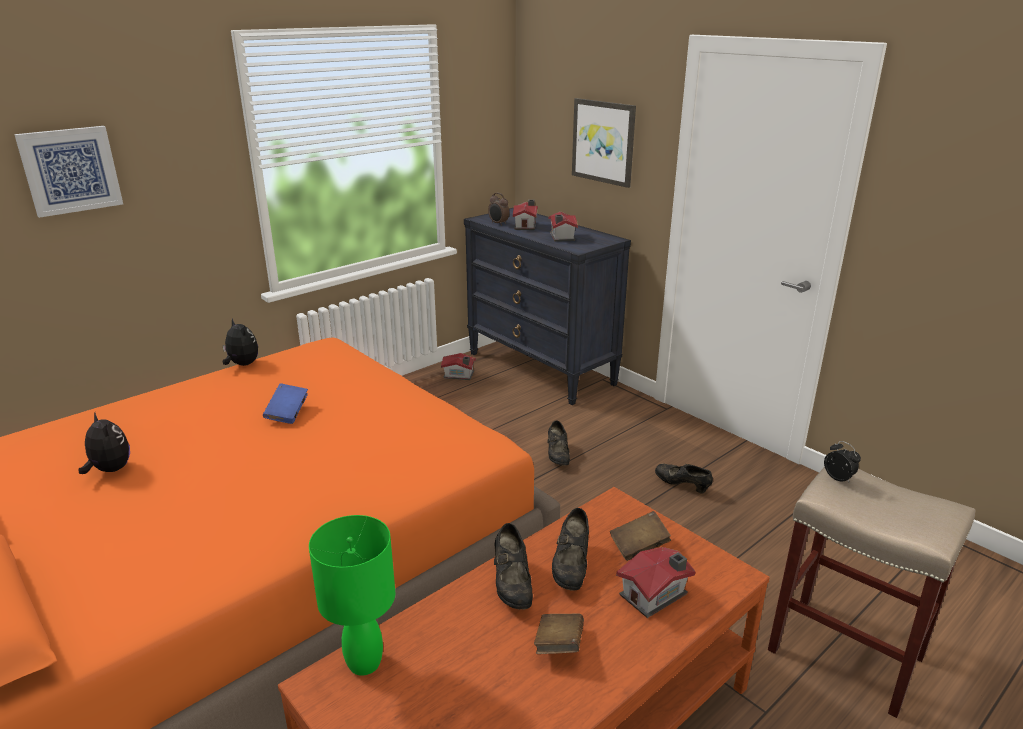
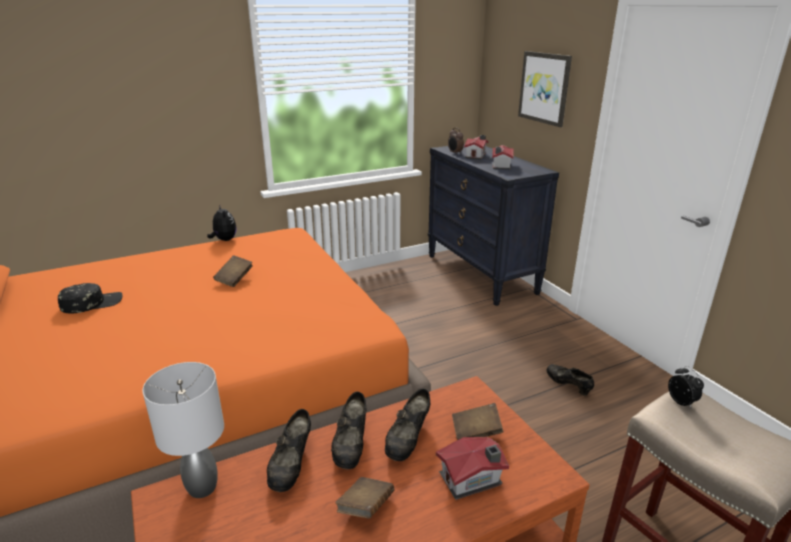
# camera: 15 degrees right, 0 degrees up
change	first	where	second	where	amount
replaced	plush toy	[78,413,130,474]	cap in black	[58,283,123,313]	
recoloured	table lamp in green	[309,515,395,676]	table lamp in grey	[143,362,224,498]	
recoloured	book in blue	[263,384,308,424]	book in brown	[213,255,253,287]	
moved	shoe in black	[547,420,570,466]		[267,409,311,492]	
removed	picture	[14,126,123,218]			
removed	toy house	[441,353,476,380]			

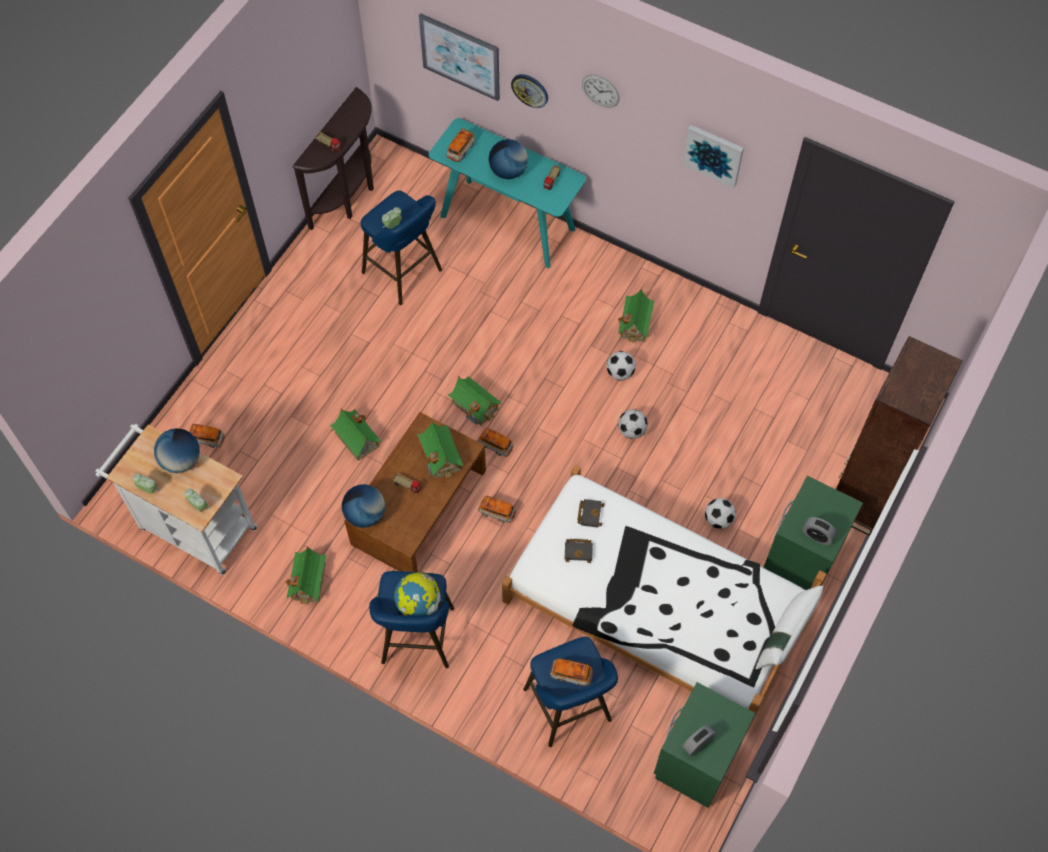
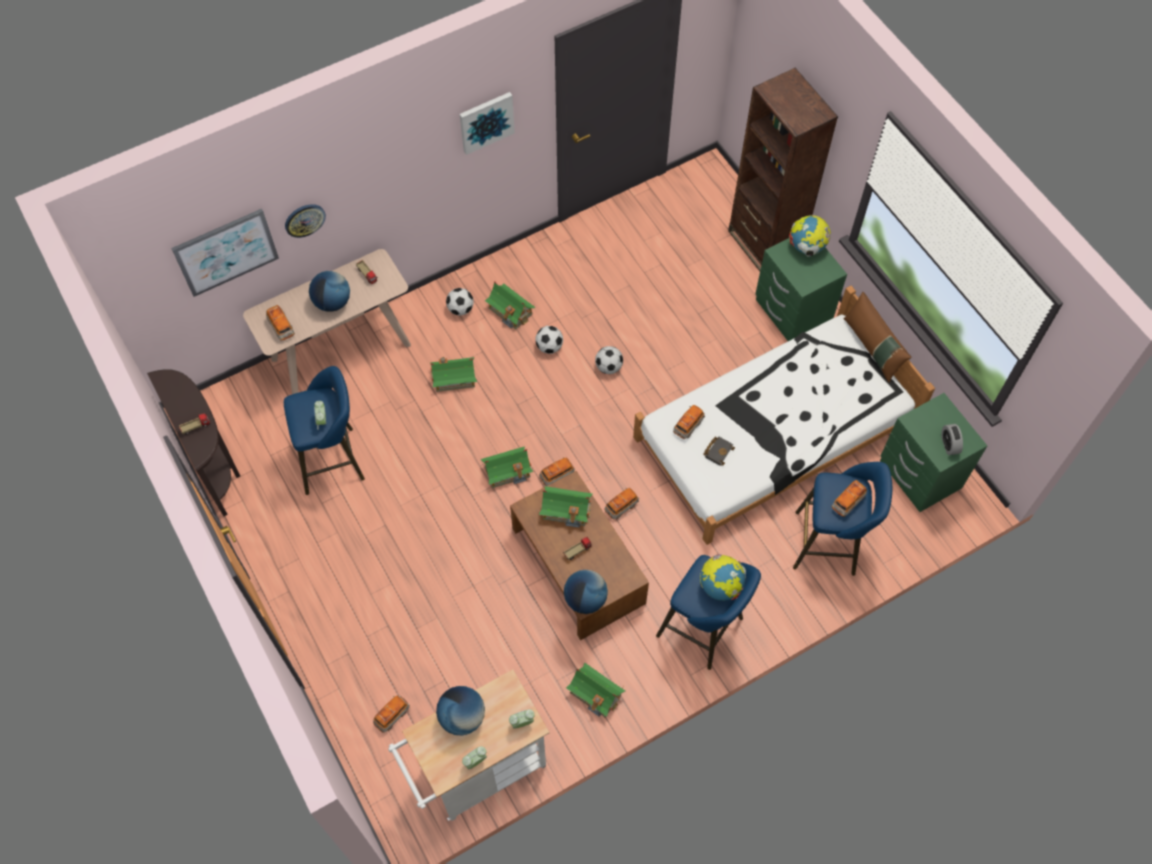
# camera: 60 degrees left, 0 degrees up
change	first	where	second	where	amount
recoloured	console table in turquoise	[429,118,586,268]	console table in beige	[243,249,411,394]	
moved	toy house	[330,408,382,461]		[430,357,477,392]	
moved	football	[705,498,736,529]		[446,288,474,316]	
replaced	book in black	[577,499,605,528]	toy car	[673,405,705,439]	
added			globe	[789,215,831,257]	
recoloured	pillow in white	[755,585,823,670]	pillow in brown	[844,292,911,383]	
removed	wall clock	[582,74,620,108]			
removed	alarm clock	[803,517,837,545]			

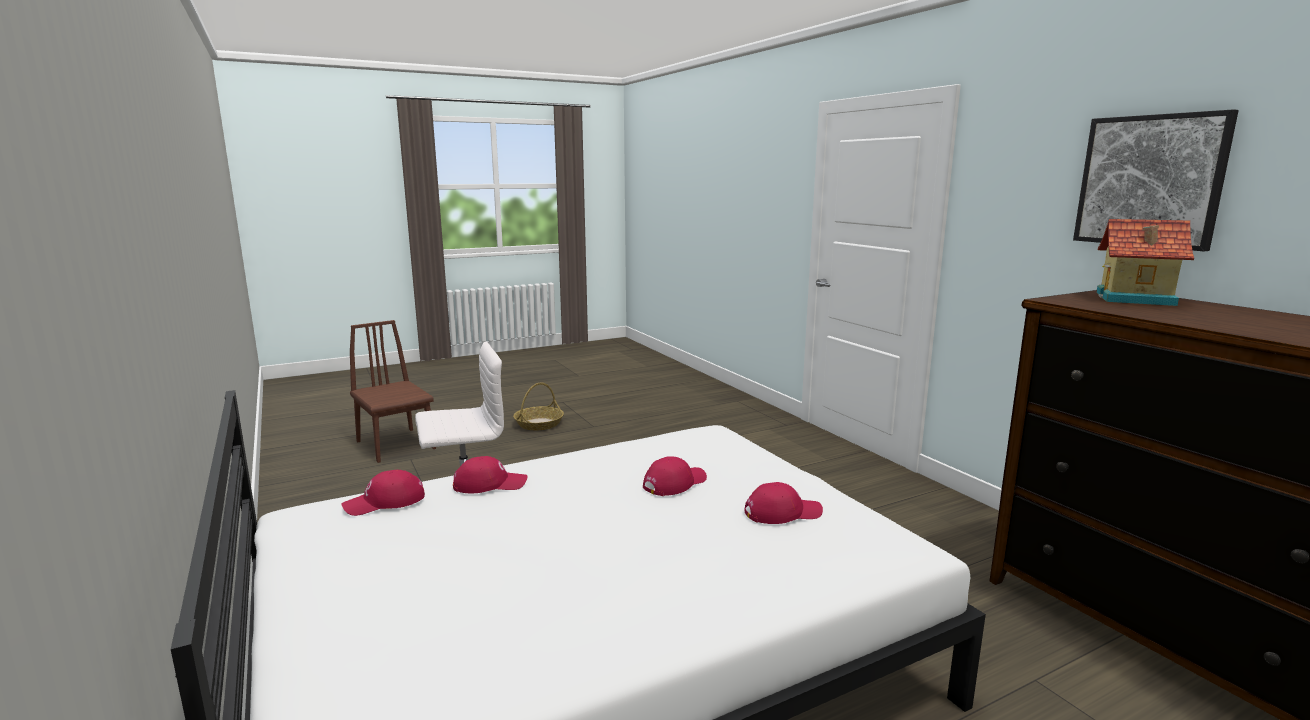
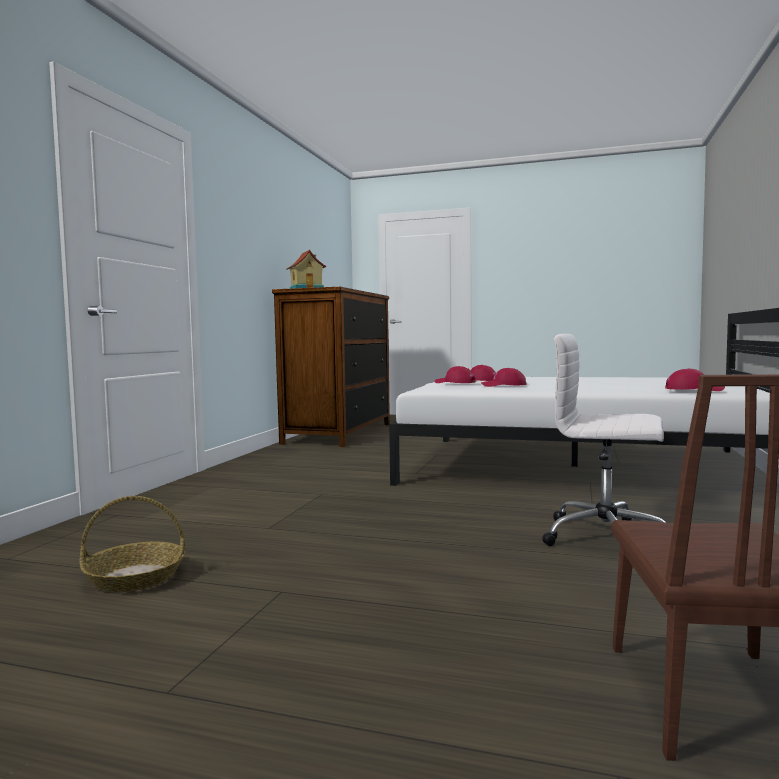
# camera: 135 degrees left, 10 degrees down
change	first	where	second	where	amount
moved	basket	[513,382,564,431]		[79,496,185,592]	
moved	cap in red	[453,456,528,493]		[435,366,476,383]	
removed	picture	[1073,109,1239,251]			

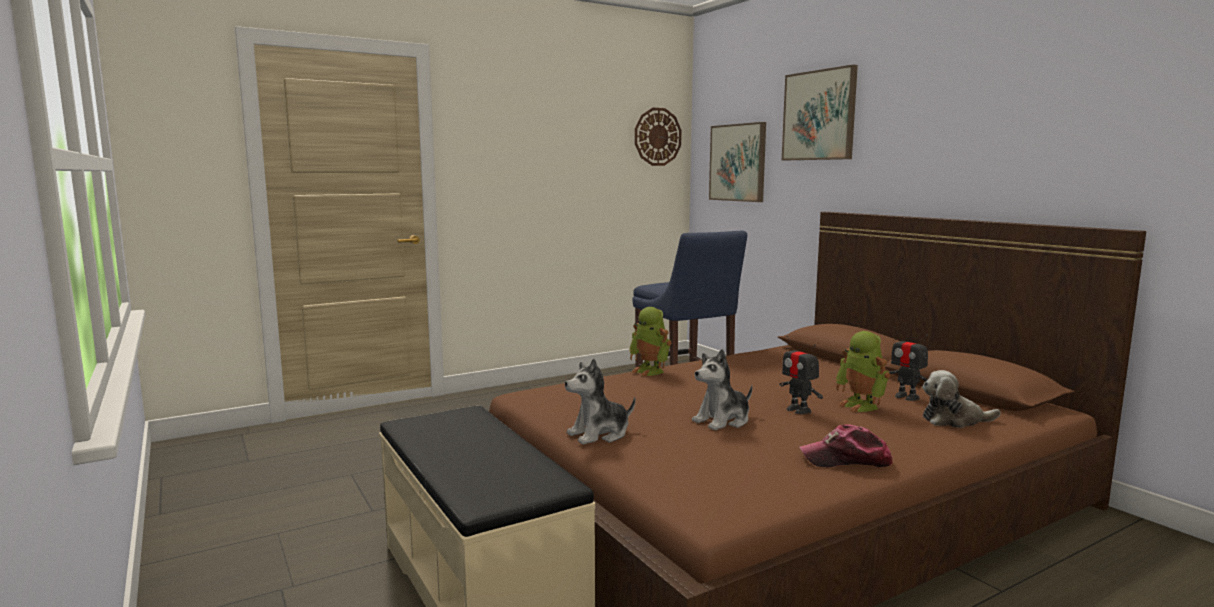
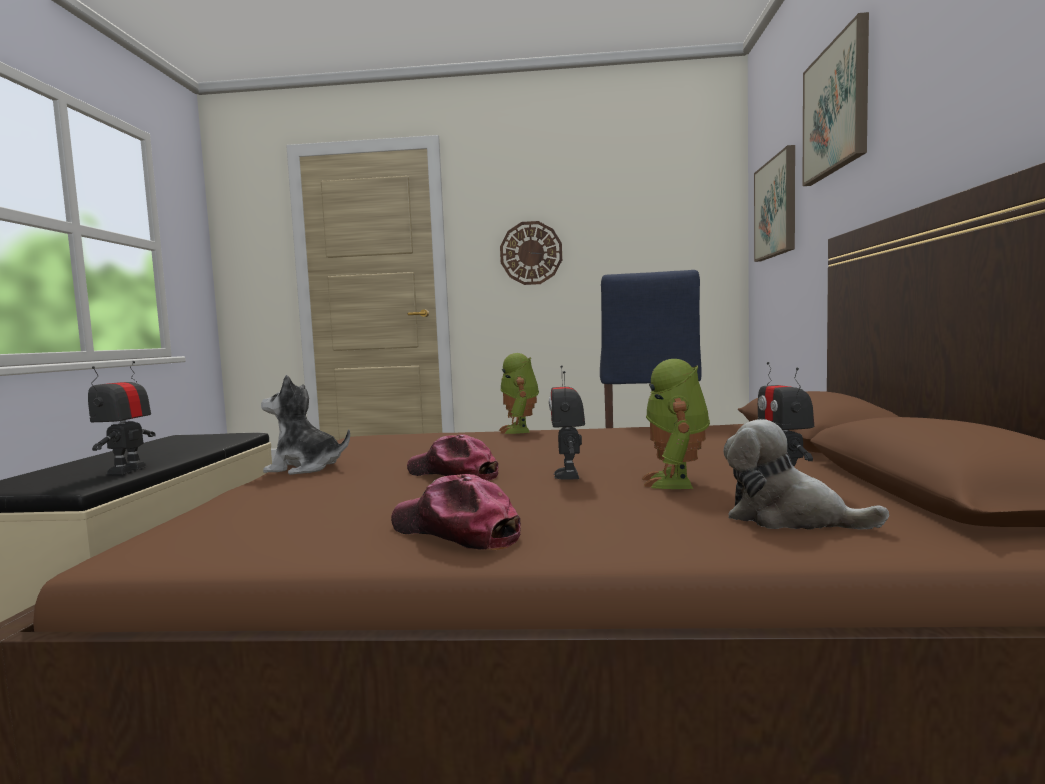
# camera: 35 degrees right, 5 degrees down
change	first	where	second	where	amount
added			toy robot	[88,361,155,474]	
replaced	plush toy	[692,349,752,430]	cap	[407,434,498,481]	
moved	wall clock	[635,108,682,166]		[500,221,562,285]	

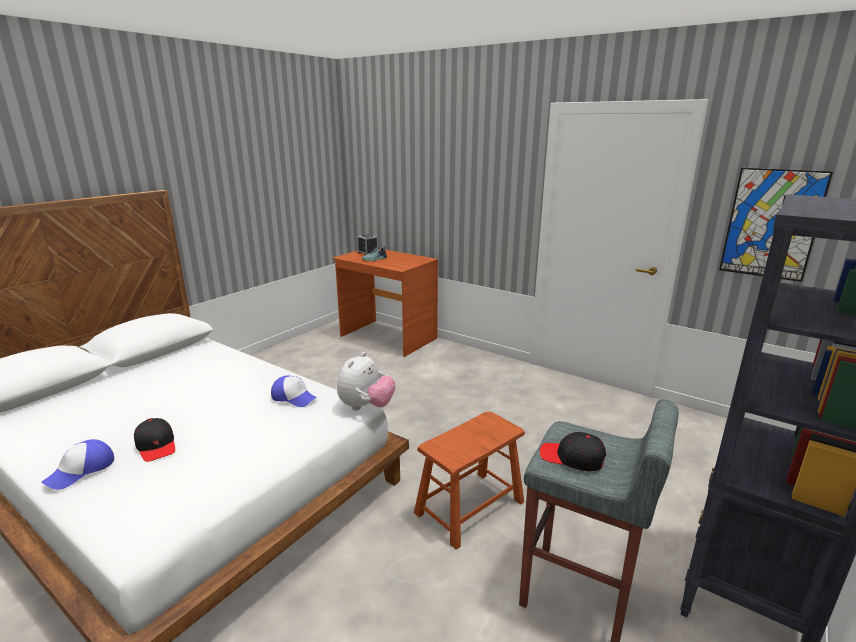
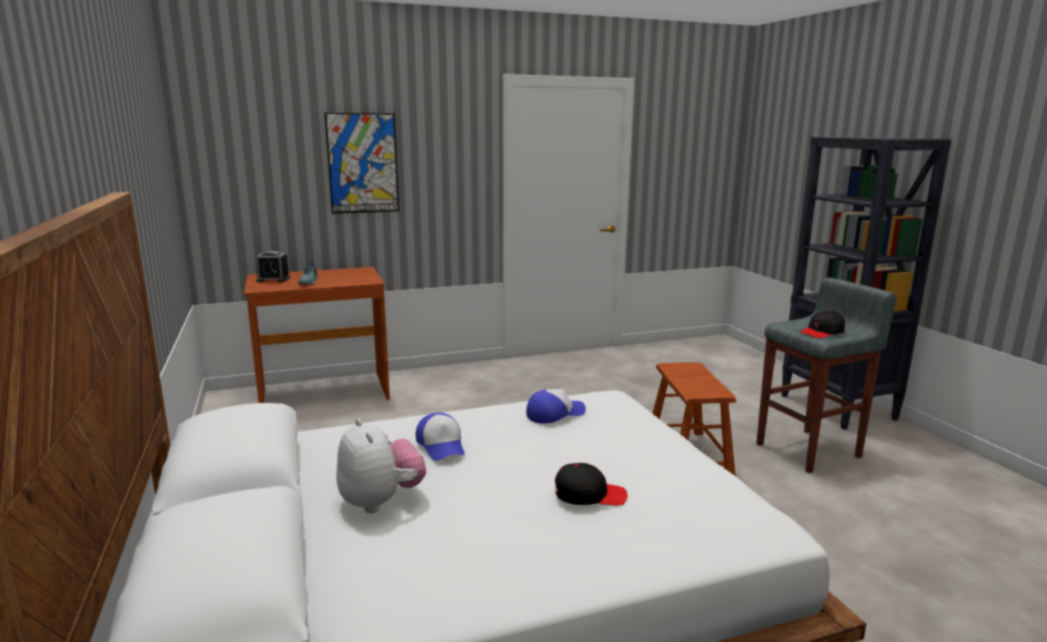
# camera: 55 degrees left, 5 degrees down
change	first	where	second	where	amount
moved	picture	[719,168,833,282]		[324,113,399,214]	
moved	plush toy	[337,352,395,410]		[336,418,426,513]	
moved	cap	[42,439,114,490]		[416,413,465,461]	

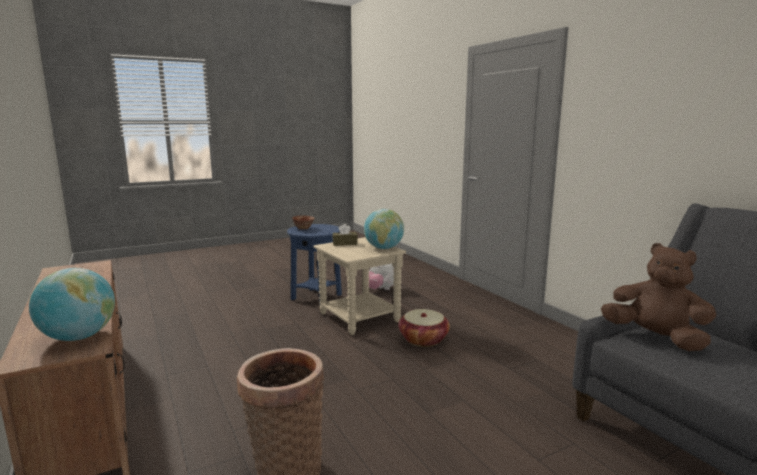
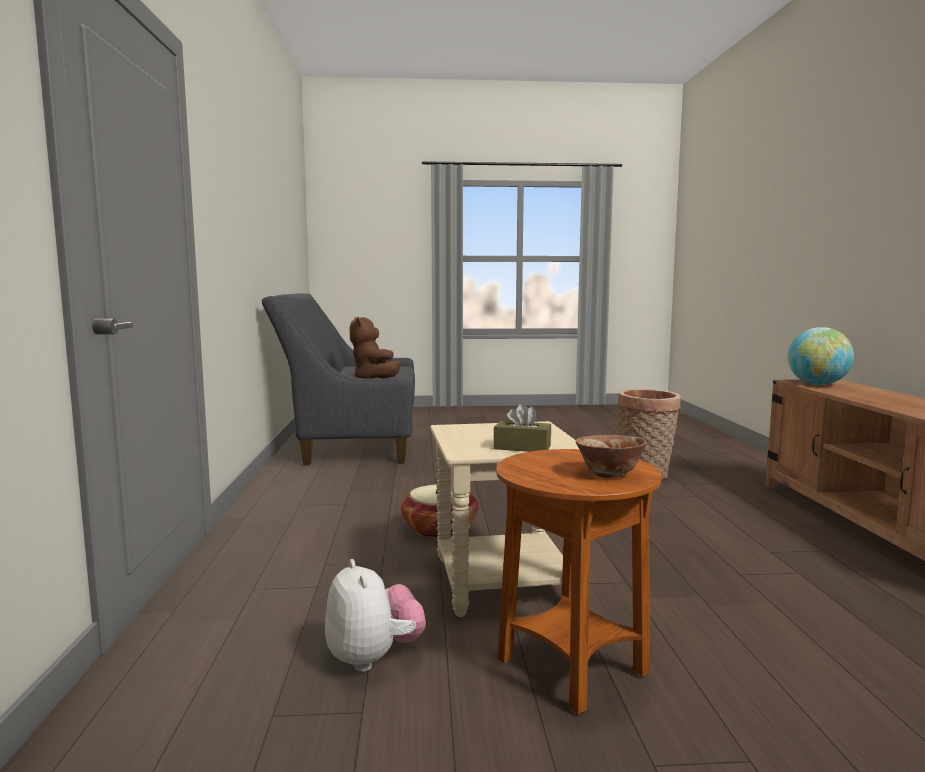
# camera: 155 degrees left, 5 degrees down
change	first	where	second	where	amount
recoloured	side table in blue	[287,224,342,306]	side table in brown	[496,449,662,715]	
removed	globe	[364,209,404,249]			

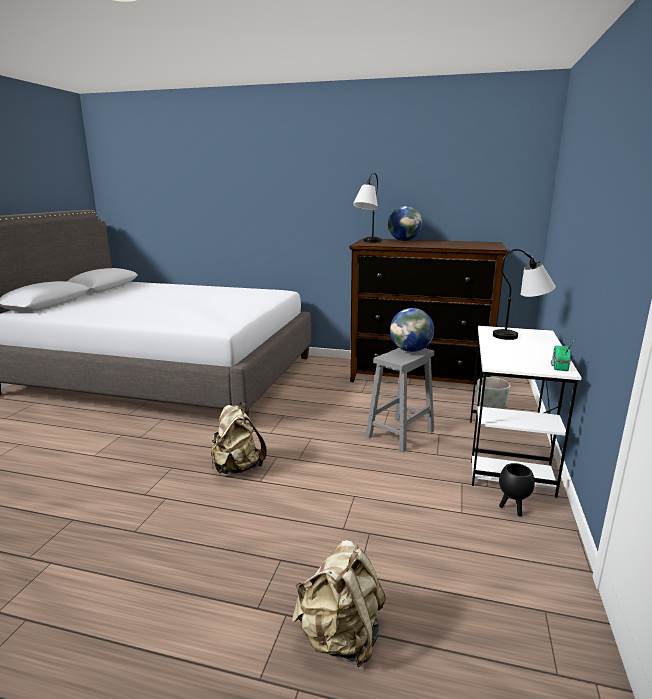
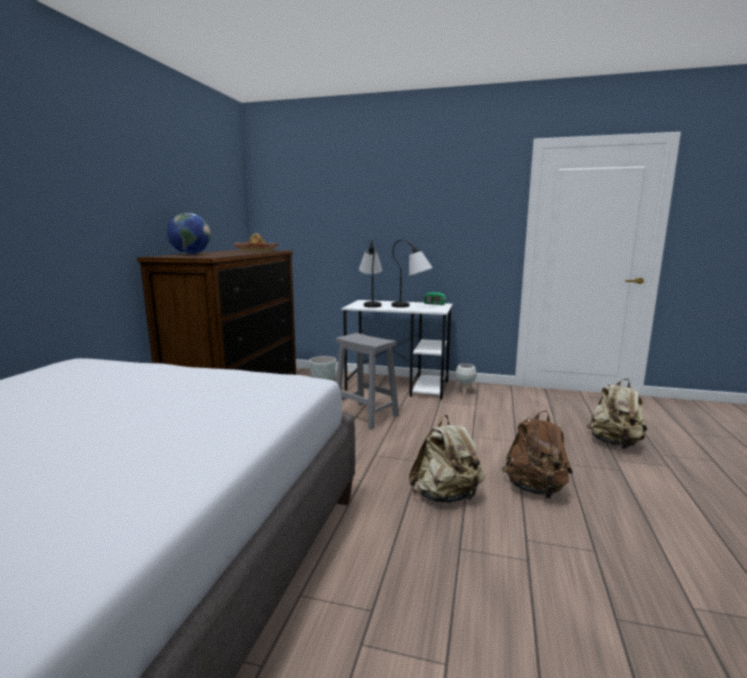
# camera: 90 degrees left, 5 degrees down
change	first	where	second	where	amount
added			hat	[234,233,279,252]	
moved	table lamp	[353,173,382,242]		[391,240,433,308]	
recoloured	planter in black	[499,463,535,517]	planter in white	[456,364,477,395]	
added			backpack in brown	[502,410,573,498]	
removed	globe	[390,308,434,352]			

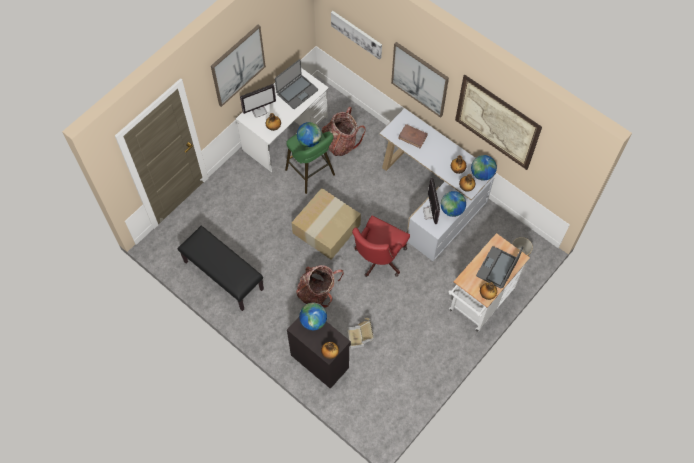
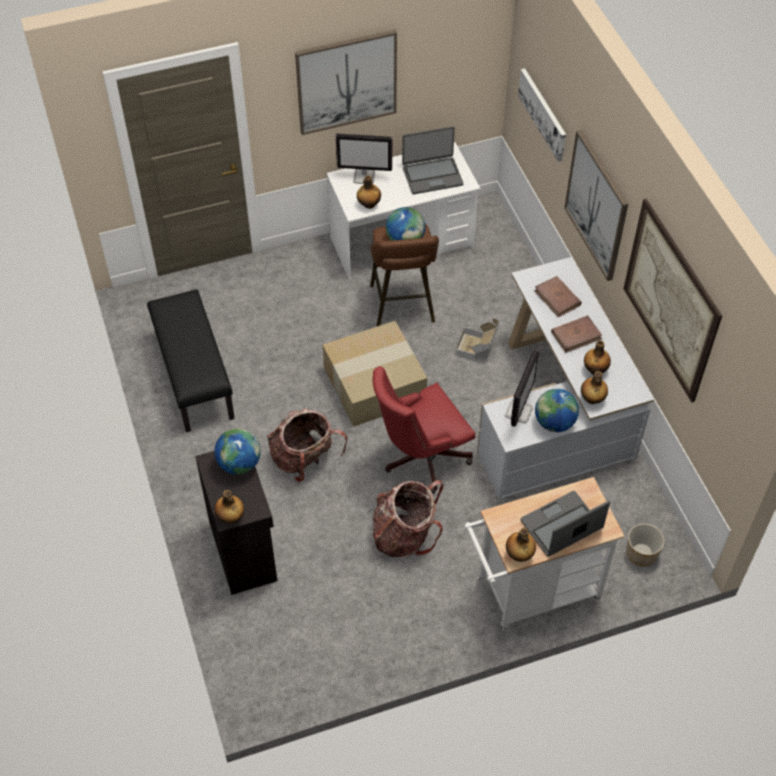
# camera: 30 degrees right, 10 degrees down
change	first	where	second	where	amount
recoloured	stool in green	[285,132,335,194]	stool in brown	[370,224,439,326]	
moved	backpack	[322,107,365,156]		[372,480,444,557]	
moved	cardboard box	[347,318,374,349]		[455,319,499,360]	
added			book in brown	[551,315,602,353]	
removed	globe	[471,155,497,181]			

